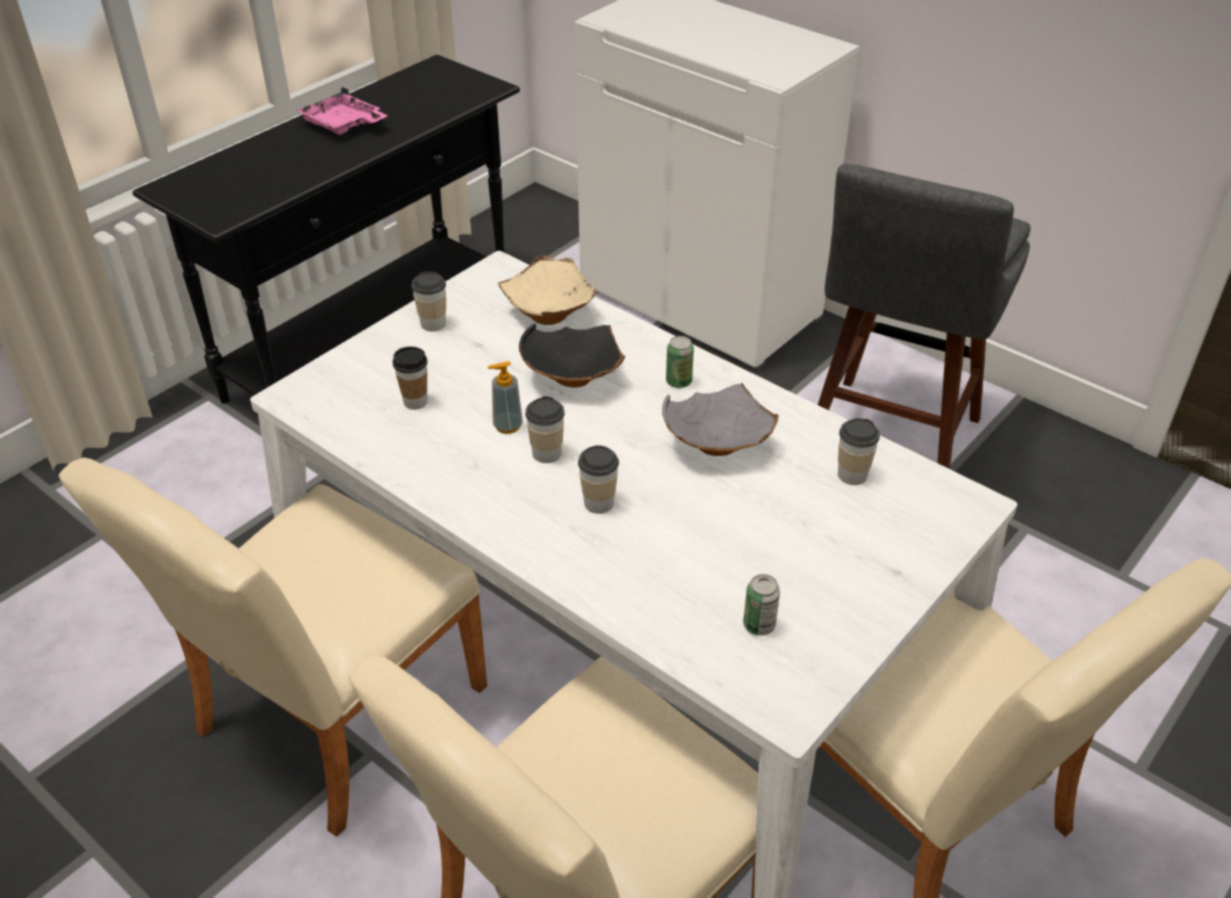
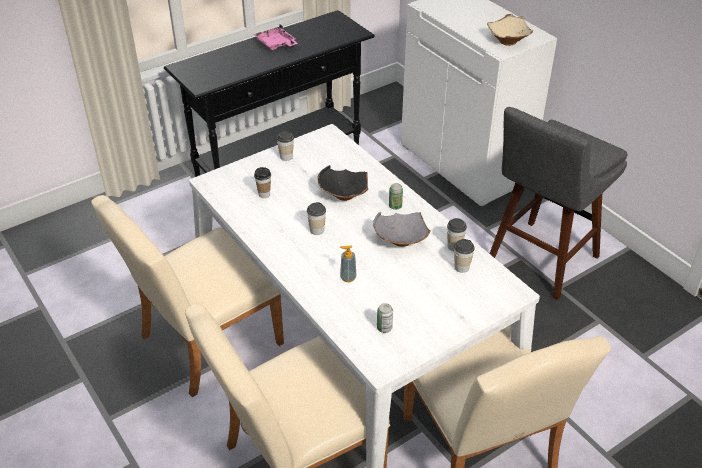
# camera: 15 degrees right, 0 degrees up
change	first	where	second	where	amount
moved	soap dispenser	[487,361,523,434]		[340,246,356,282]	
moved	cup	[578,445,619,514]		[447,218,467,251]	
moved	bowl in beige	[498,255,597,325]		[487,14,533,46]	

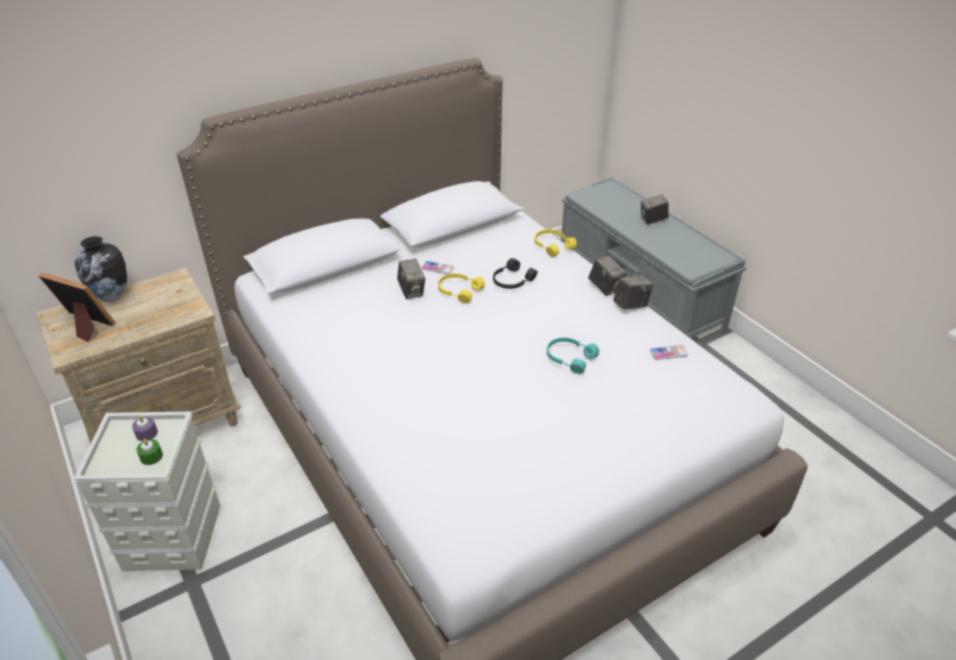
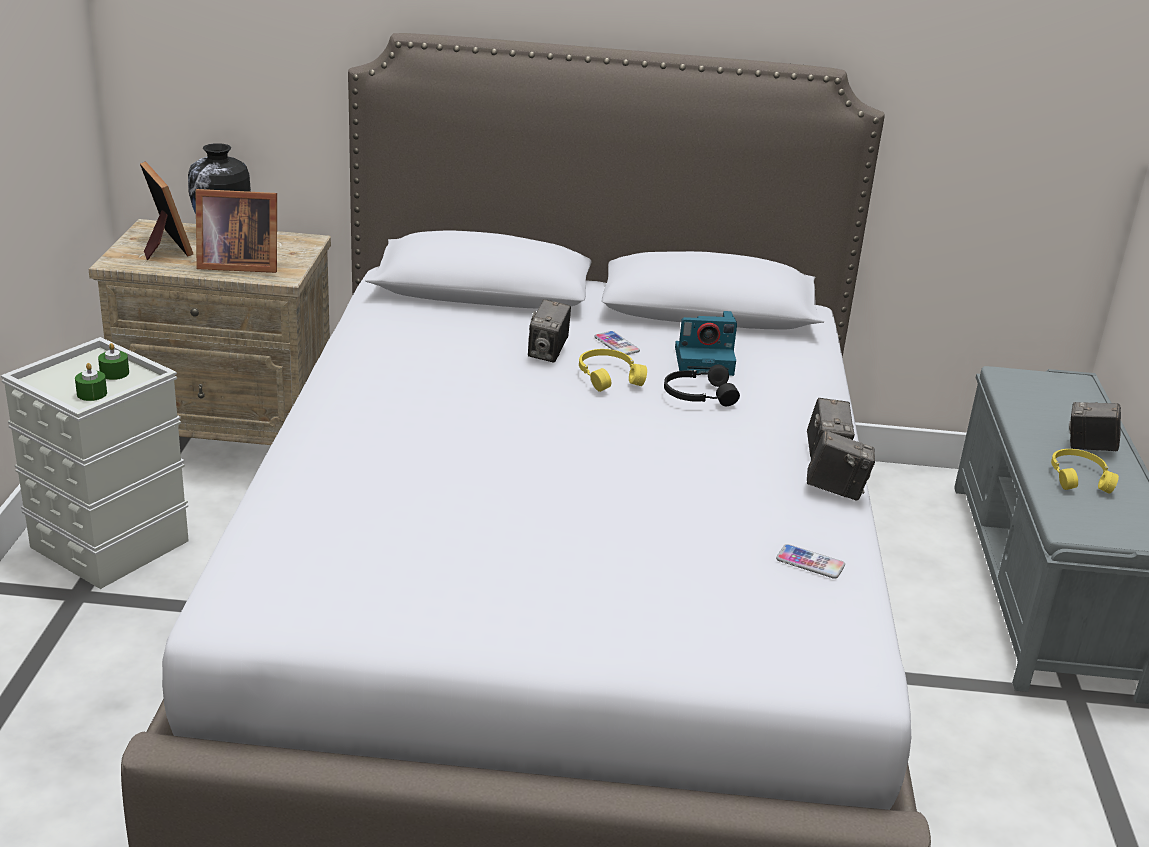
# camera: 35 degrees right, 10 degrees down
change	first	where	second	where	amount
recoloured	candle in purple	[132,416,158,441]	candle in green	[98,343,129,380]	
added			picture frame	[196,189,277,273]	
added			photo camera	[675,311,737,376]	
moved	headphones in yellow	[535,230,576,257]		[1051,449,1119,494]	
removed	headphones in turquoise	[547,337,599,374]			

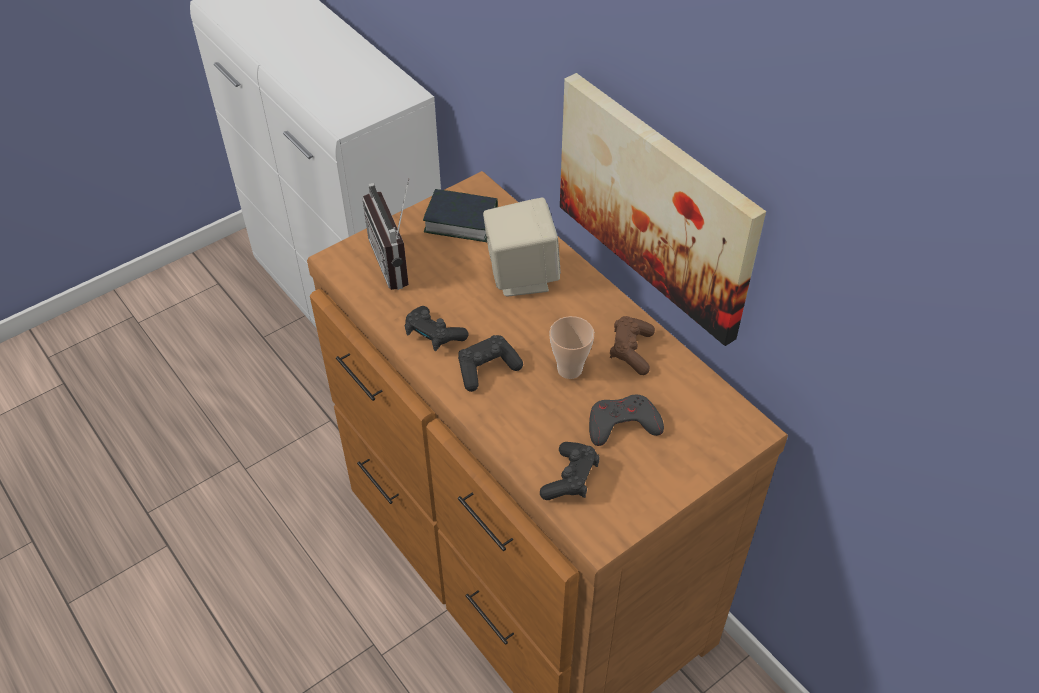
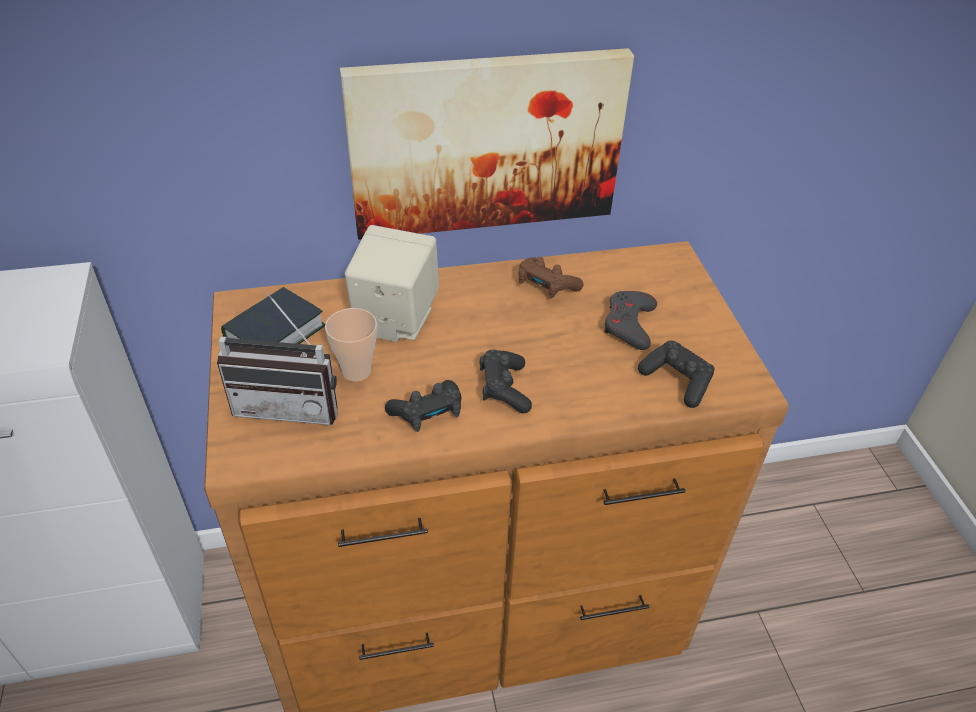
# camera: 65 degrees left, 5 degrees down
change	first	where	second	where	amount
moved	cup	[549,316,594,379]		[325,308,377,381]	

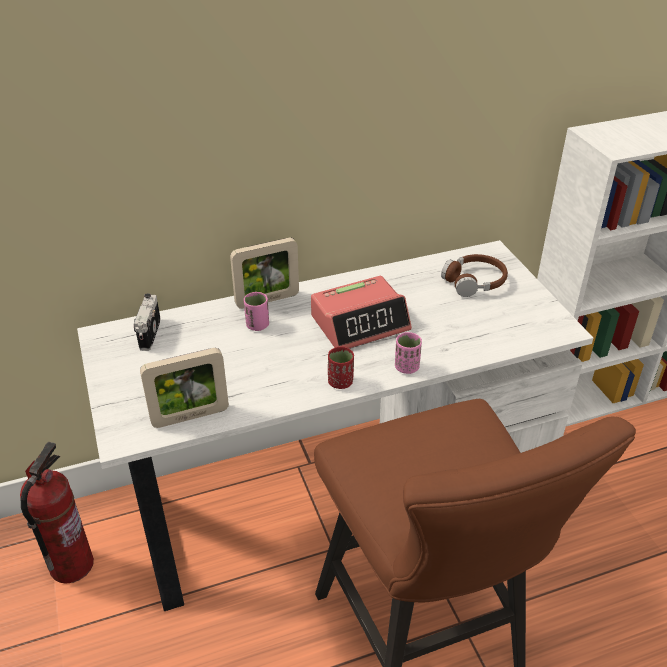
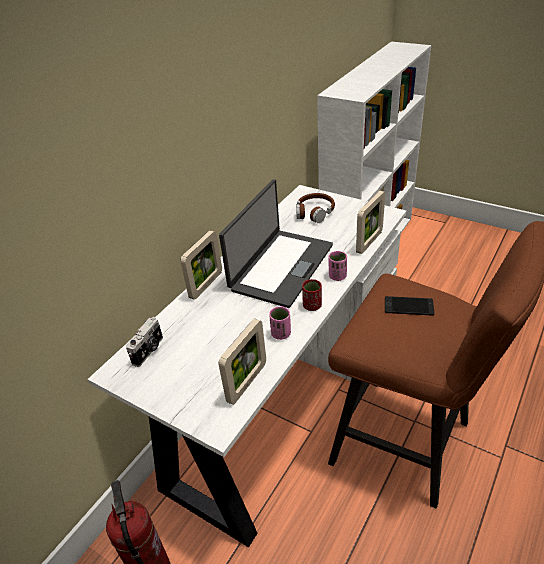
# camera: 35 degrees left, 0 degrees up
change	first	where	second	where	amount
turned	photo camera	[134,293,161,351]		[126,317,163,367]	120 degrees counterclockwise
replaced	alarm clock	[311,276,412,348]	laptop	[219,179,333,308]	
moved	cup in pink	[244,292,269,331]		[269,306,291,340]	
added			picture frame	[356,191,385,254]	
added			phone	[385,296,434,316]	

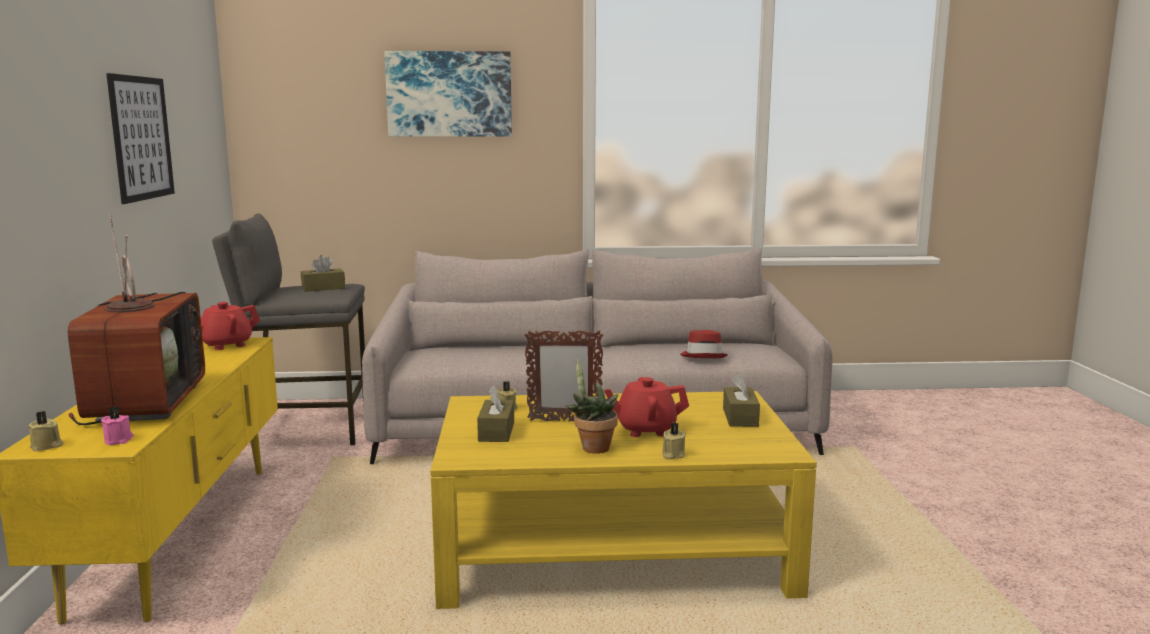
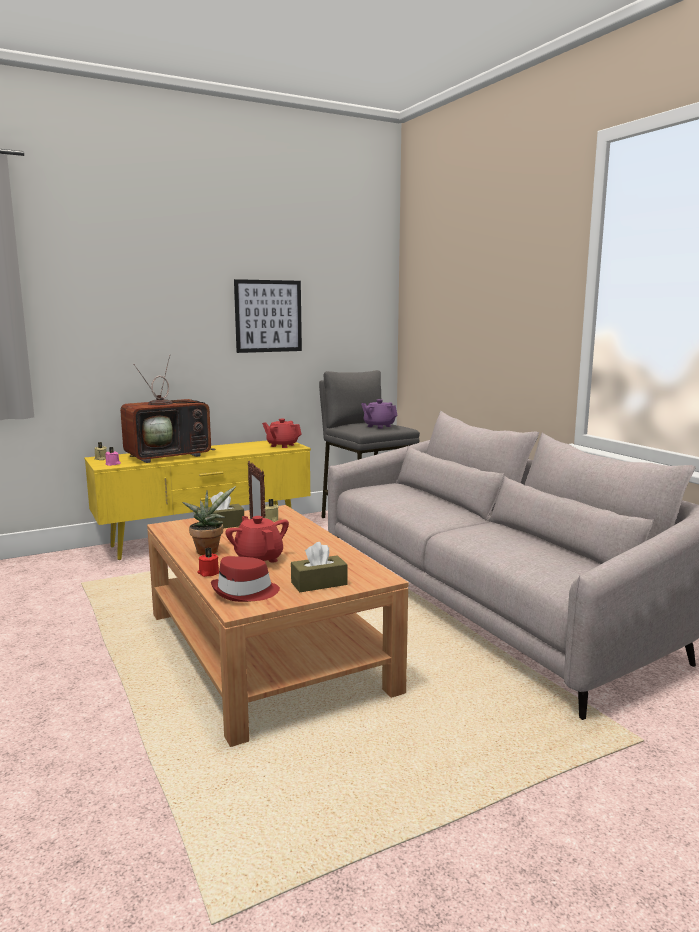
# camera: 65 degrees right, 0 degrees up
change	first	where	second	where	amount
recoloured	coffee table in yellow	[430,391,817,609]	coffee table in brown	[147,505,409,747]	
recoloured	candle in beige	[662,423,686,459]	candle in red	[197,548,219,577]	
moved	hat in red	[680,330,728,358]		[211,556,280,602]	
replaced	tissue box in brown	[301,255,345,292]	teapot in purple	[361,399,398,429]	
removed	picture	[384,51,512,137]			

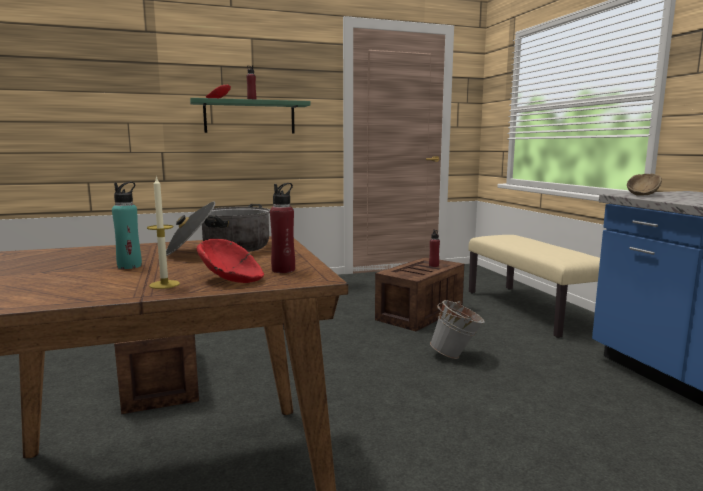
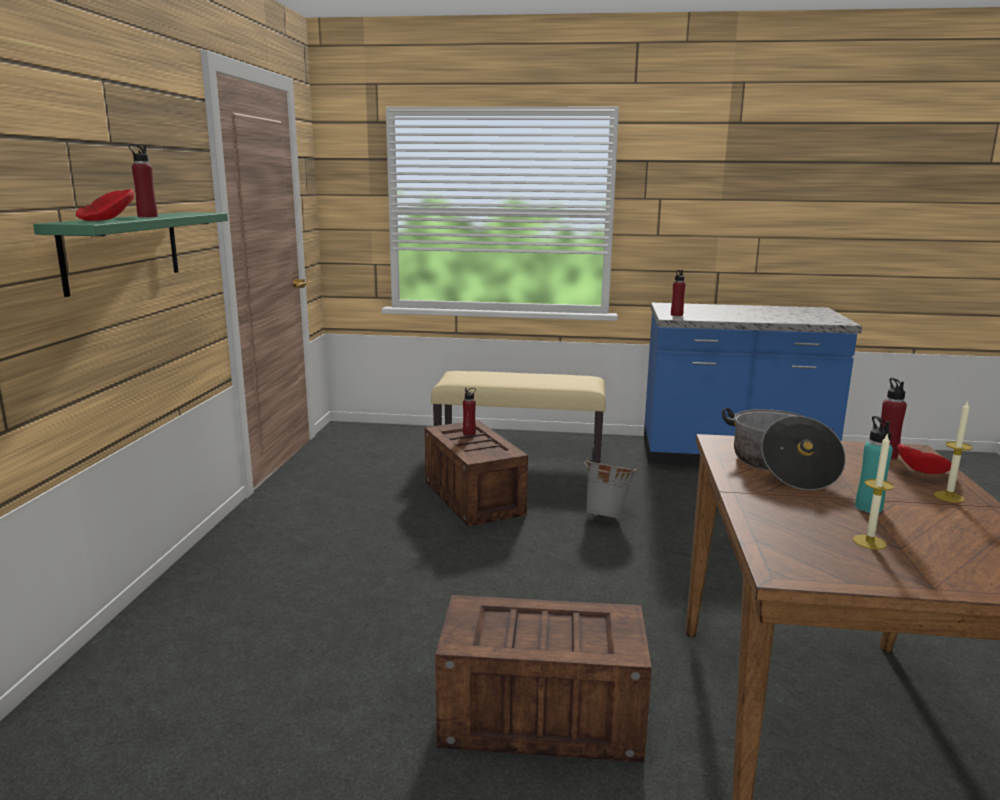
# camera: 65 degrees left, 5 degrees up
change	first	where	second	where	amount
replaced	bowl in brown	[627,174,662,196]	bottle in red	[671,270,685,316]	
added			candle	[853,433,894,550]	

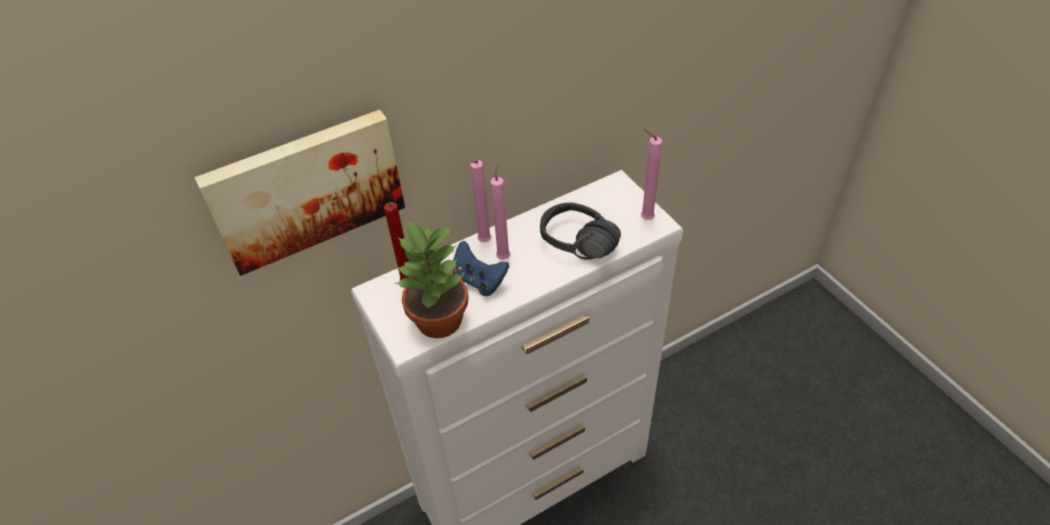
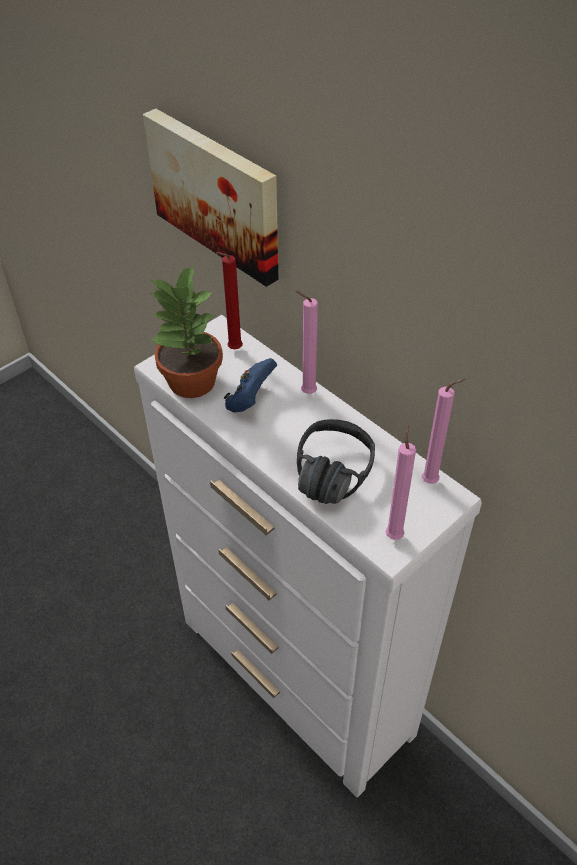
# camera: 75 degrees right, 0 degrees up
change	first	where	second	where	amount
moved	candle in pink	[491,162,510,260]		[422,378,465,484]	

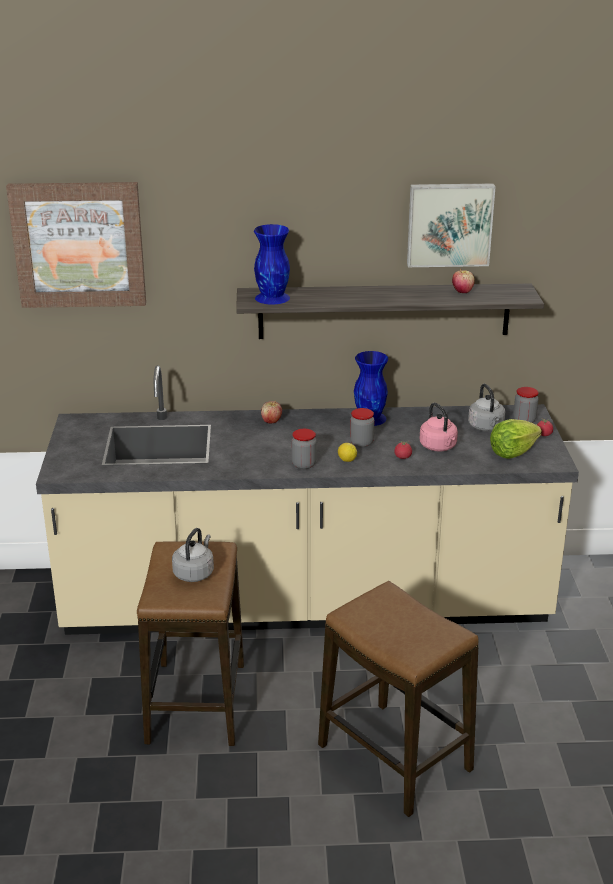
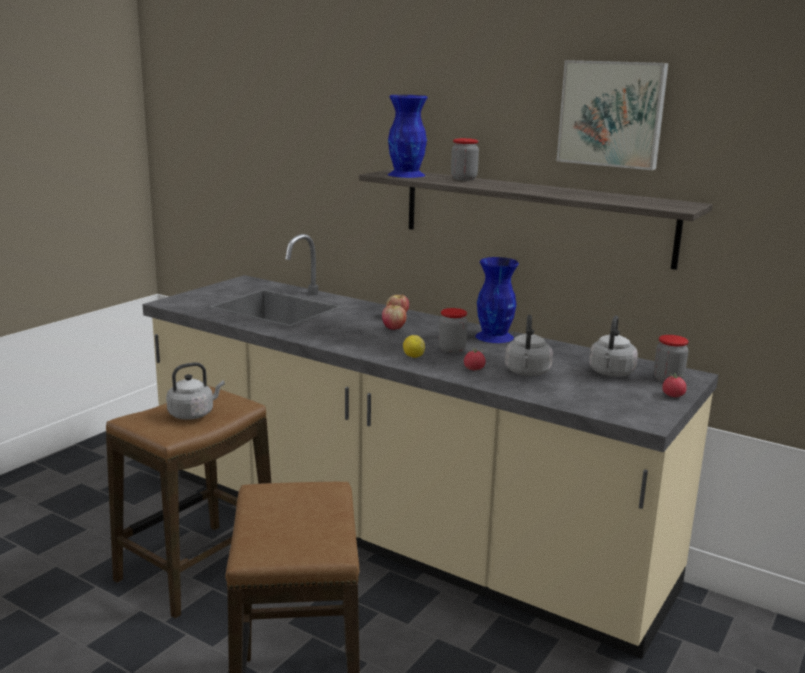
# camera: 35 degrees right, 10 degrees down
change	first	where	second	where	amount
moved	apple	[452,269,475,293]		[382,303,407,330]	
moved	jar	[292,429,317,469]		[451,138,479,180]	
recoloured	kettle in pink	[420,402,458,451]	kettle in grey	[505,315,553,376]	
removed	picture	[6,182,146,308]			
removed	lettuce	[490,419,542,458]			

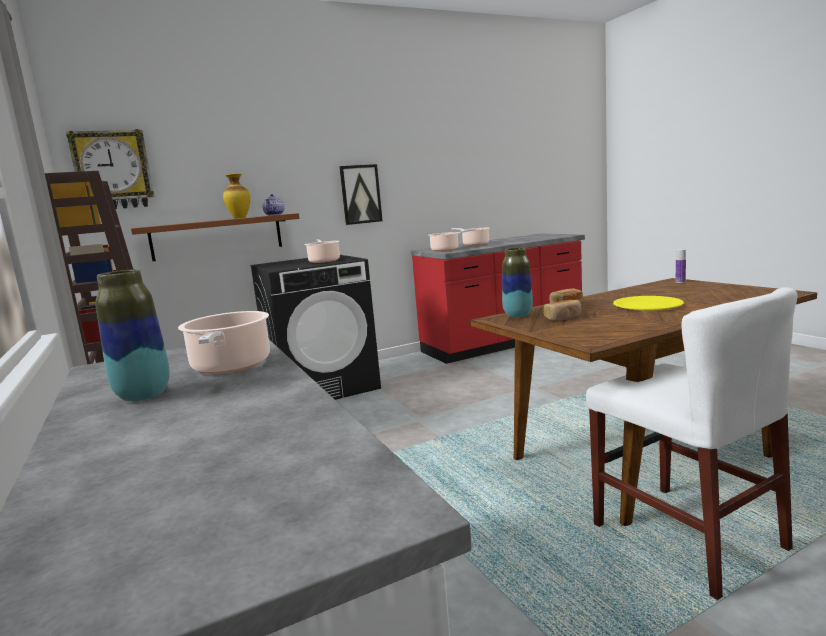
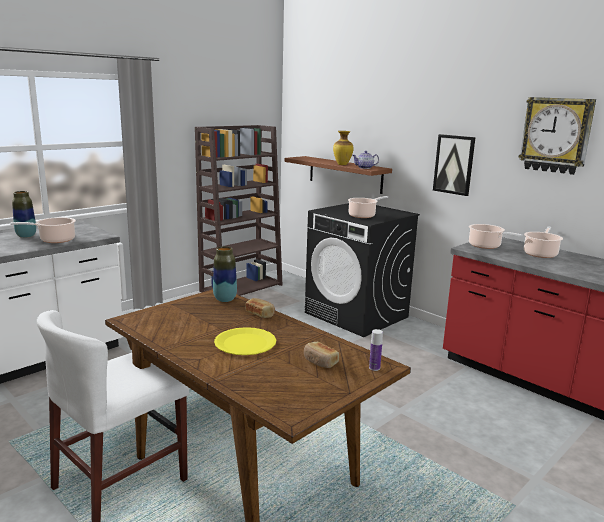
# camera: 70 degrees right, 5 degrees up
change	first	where	second	where	amount
moved	bread	[544,300,581,321]		[304,342,339,368]	
moved	wall clock	[66,129,154,209]		[518,97,596,175]	

